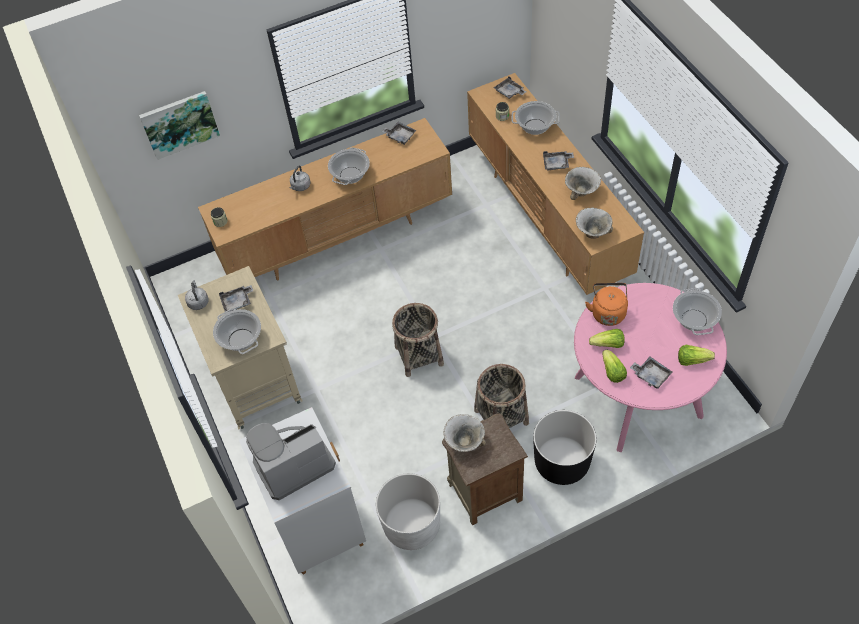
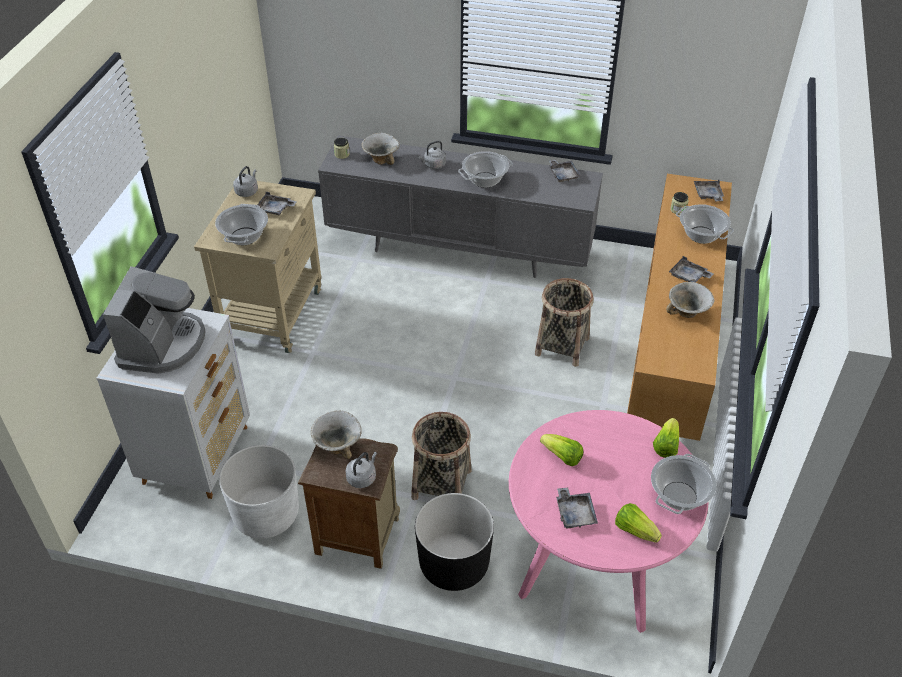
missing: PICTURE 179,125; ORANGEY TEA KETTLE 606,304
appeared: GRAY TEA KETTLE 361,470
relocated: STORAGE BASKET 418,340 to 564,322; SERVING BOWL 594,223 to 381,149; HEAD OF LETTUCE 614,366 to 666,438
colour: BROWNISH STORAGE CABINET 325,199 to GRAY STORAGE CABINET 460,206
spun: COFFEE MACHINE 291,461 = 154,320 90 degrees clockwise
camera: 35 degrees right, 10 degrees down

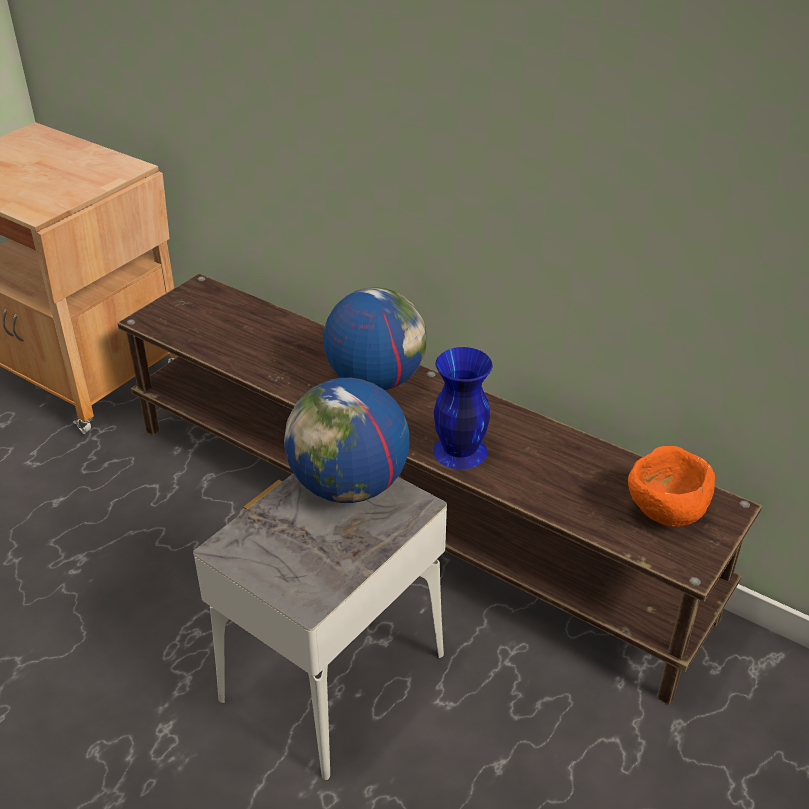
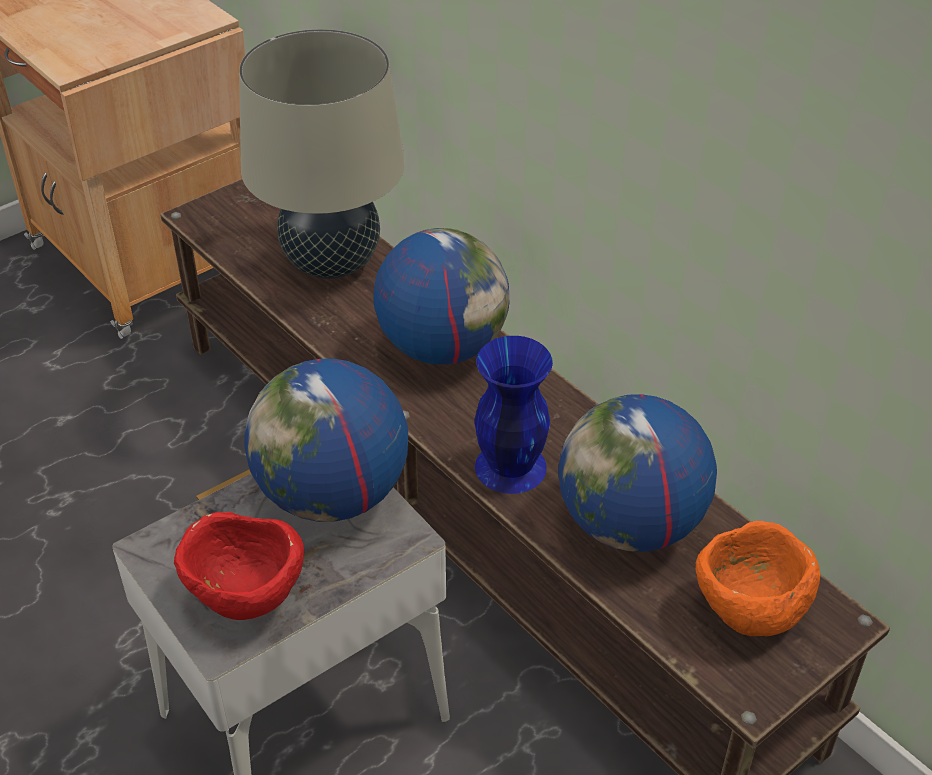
appeared: REDDISH SERVING BOWL 239,566; BEIGE-COLOURED TABLETOP LAMP 322,154; WORLD GLOBE 637,473
camera: 15 degrees right, 5 degrees up

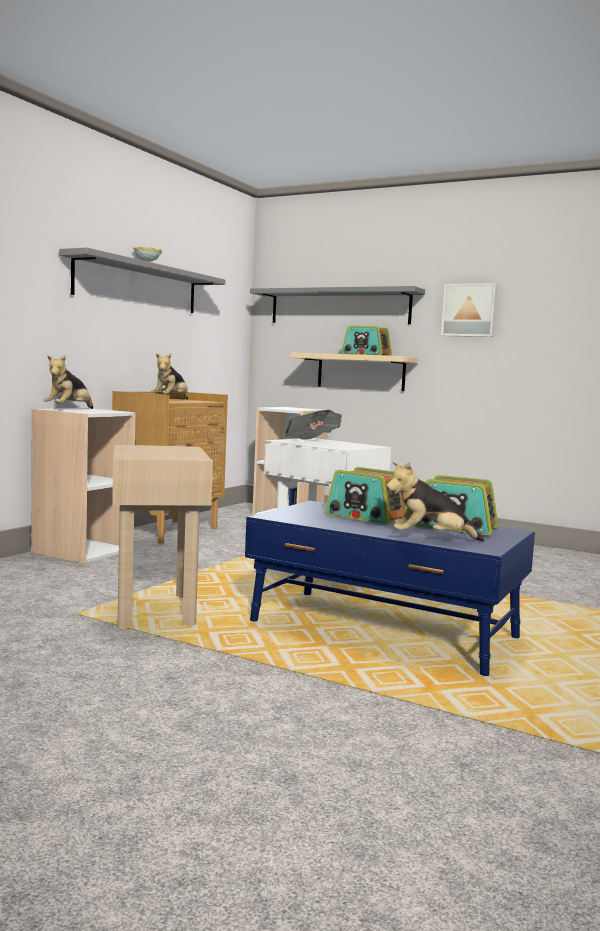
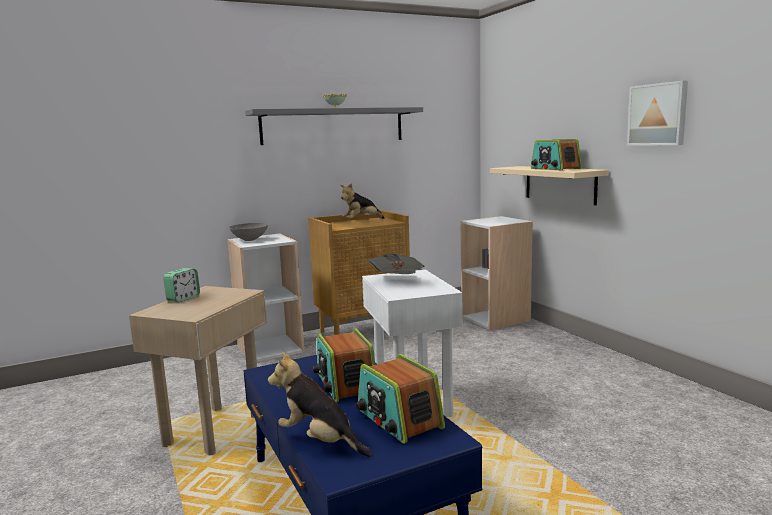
missing: GRAY BRACKET SHELF 337,305
appeared: TABLE CLOCK 181,285
exchanged: SOFT TOY 68,382 to GRAY SERVING BOWL 248,232
camera: 35 degrees right, 5 degrees up

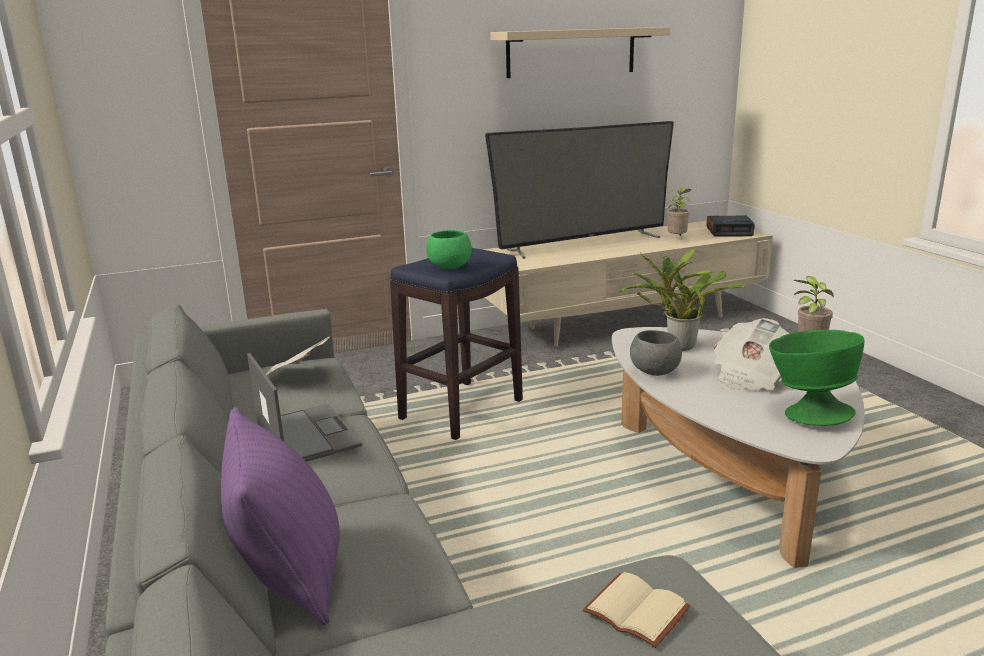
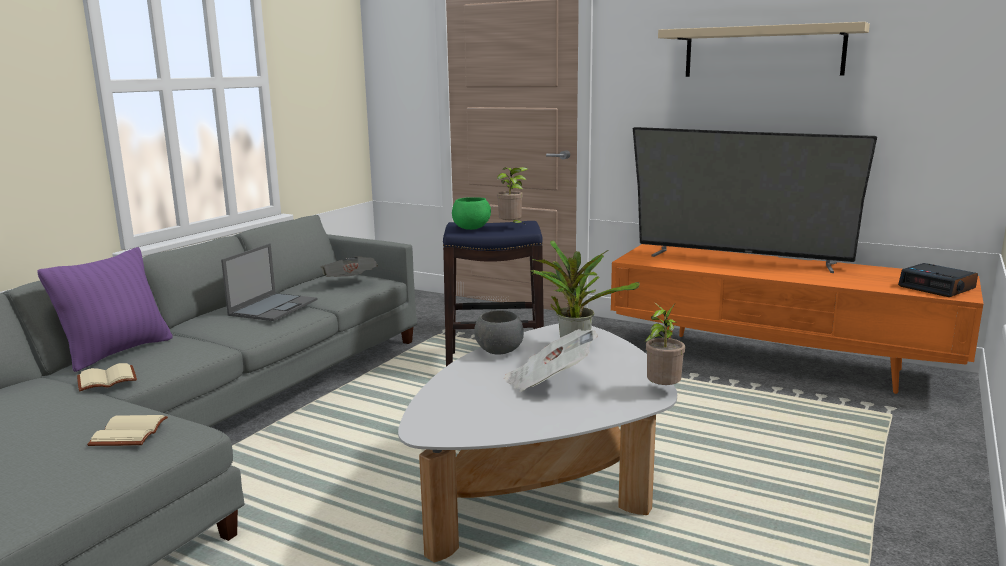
missing: GREEN-COLOURED SERVING BOWL 816,378
appeared: BEIGE-COLOURED VOLUME 107,377
relocated: HOUSEPLANT 679,211 to 512,195
colour: BEIGE-COLOURED MEDIA CONSOLE 628,284 to ORANGEY MEDIA CONSOLE 797,319
camera: 50 degrees right, 5 degrees down

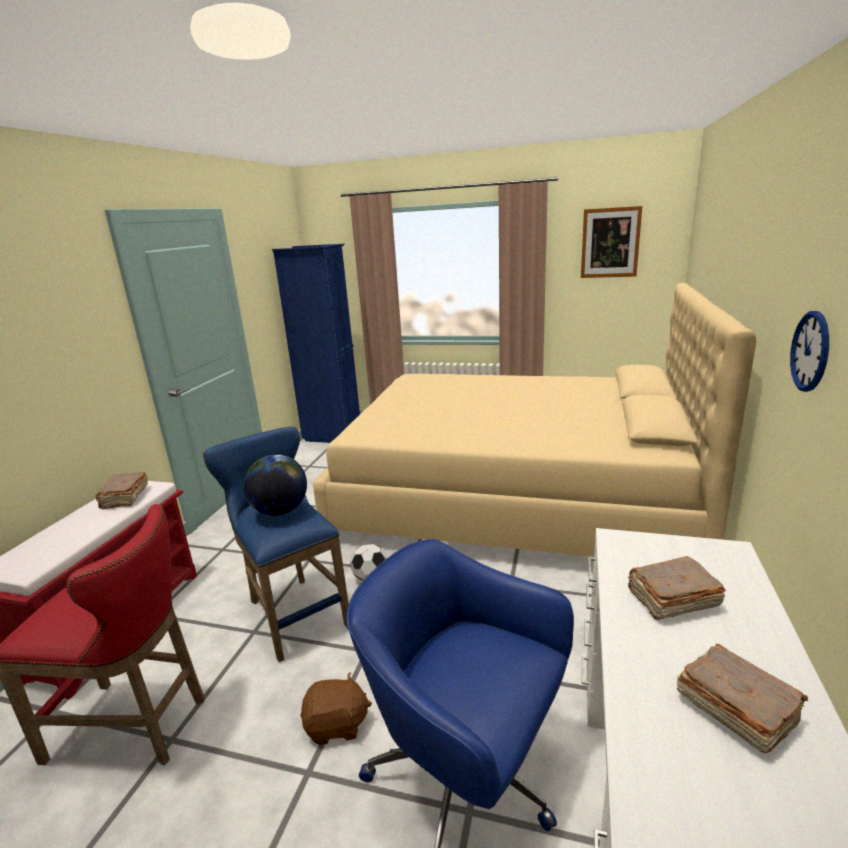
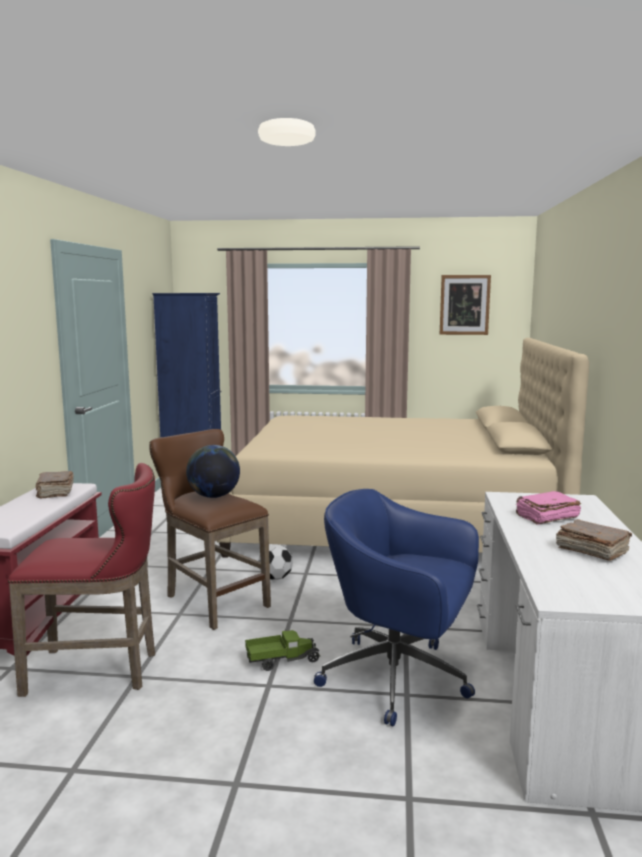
missing: CLOCK ON THE WALL 809,351
exchanged: BROWNISH SOFT TOY 336,708 to TOY TRUCK 282,650
colour: BLUE-COLOURED STOOL SEAT 276,544 to BROWNISH STOOL SEAT 210,529; BROWNISH VOLUME 677,588 to PINK VOLUME 548,508
camera: 10 degrees left, 10 degrees down

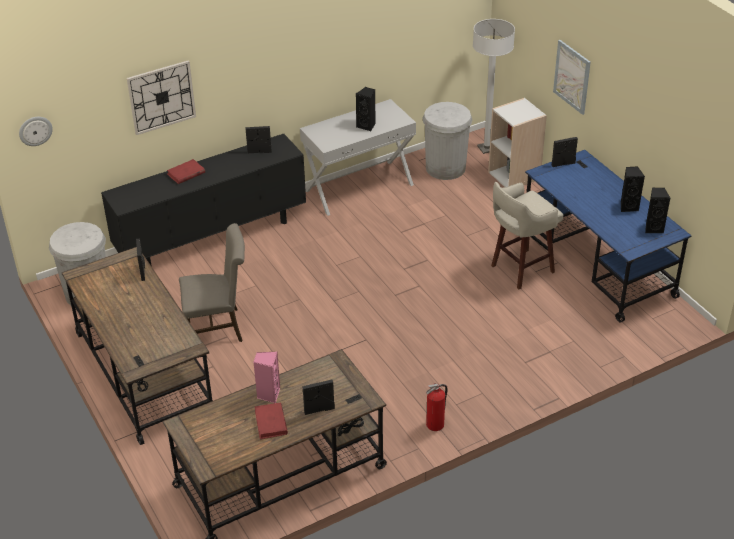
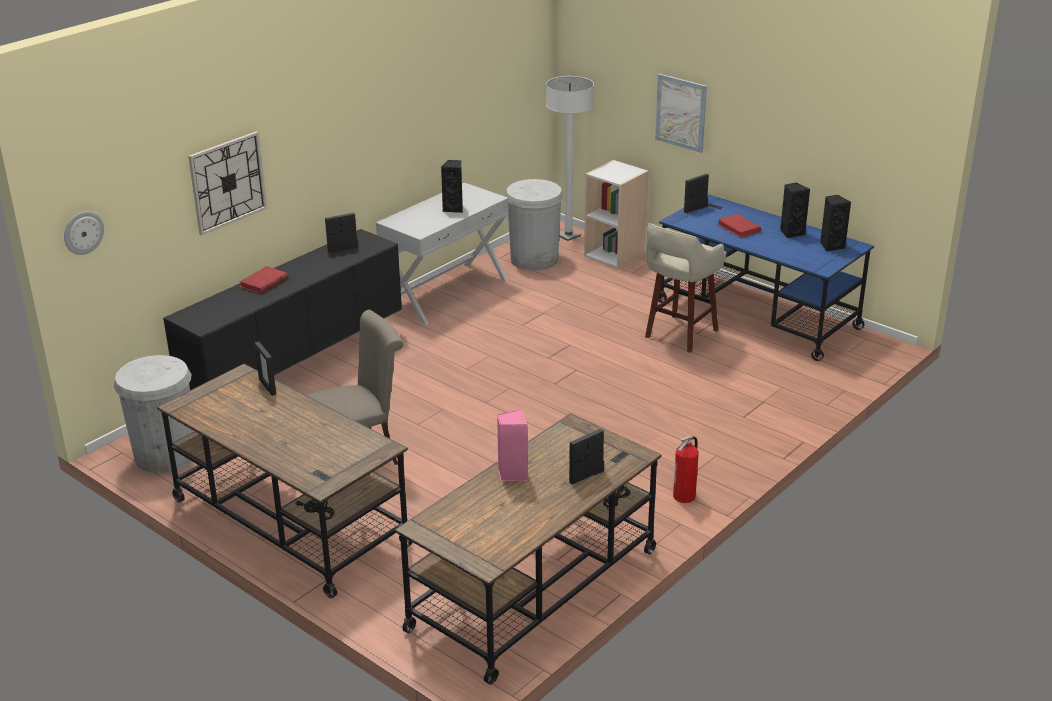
relocated: REDDISH VOLUME 271,421 to 739,226
camera: 20 degrees left, 10 degrees down

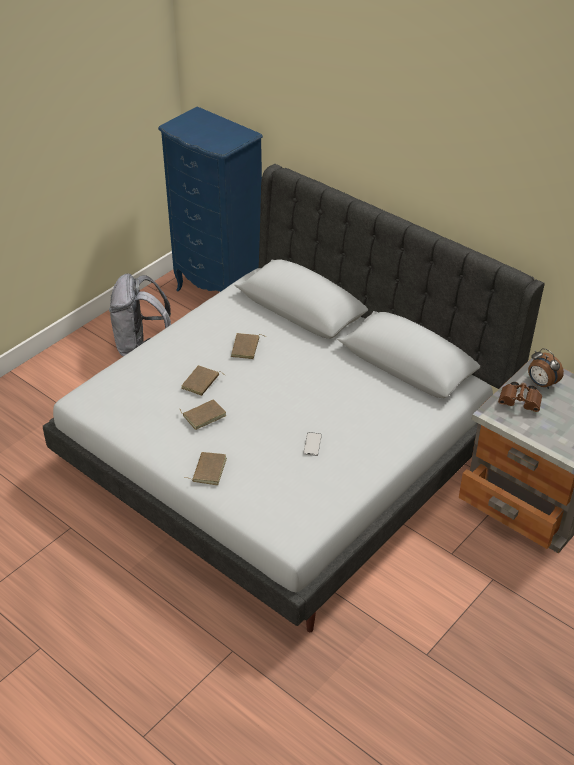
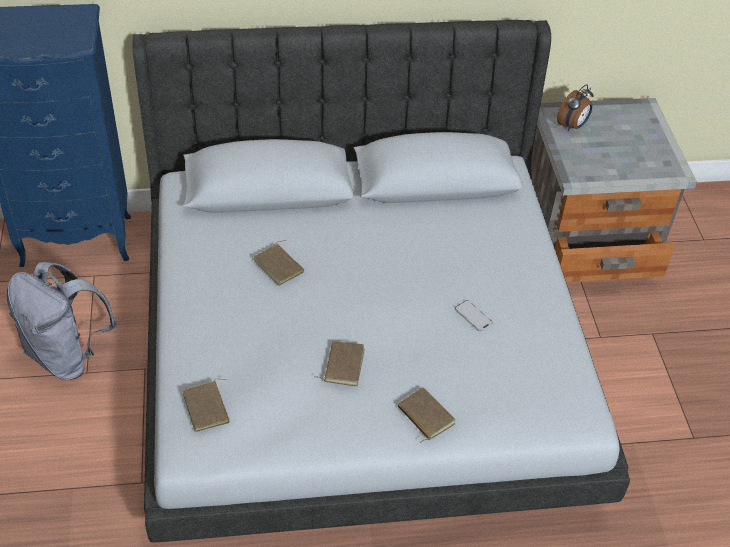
missing: BROWNISH PAIR OF BINOCULARS 520,397
relocated: BROWNISH VOLUME 204,380 to 206,405
spun: TABLE CLOCK 546,368 = 575,108 45 degrees counterclockwise
camera: 50 degrees left, 5 degrees up

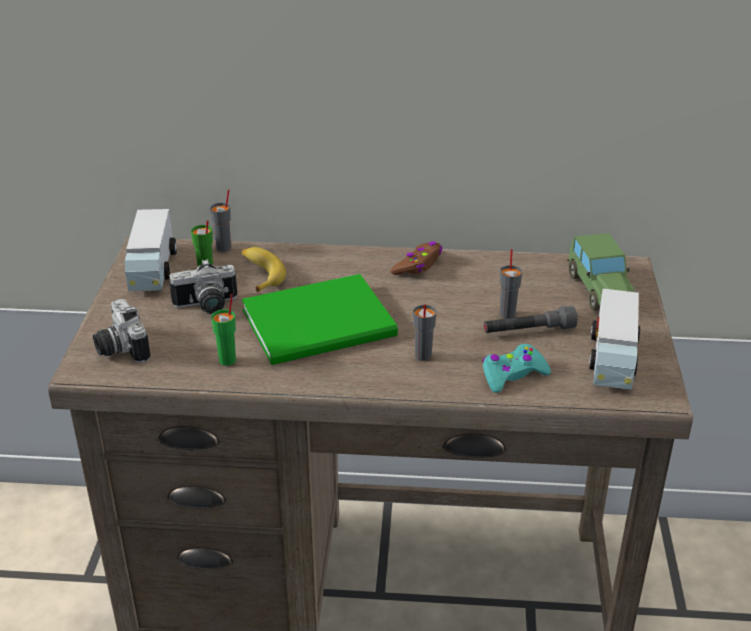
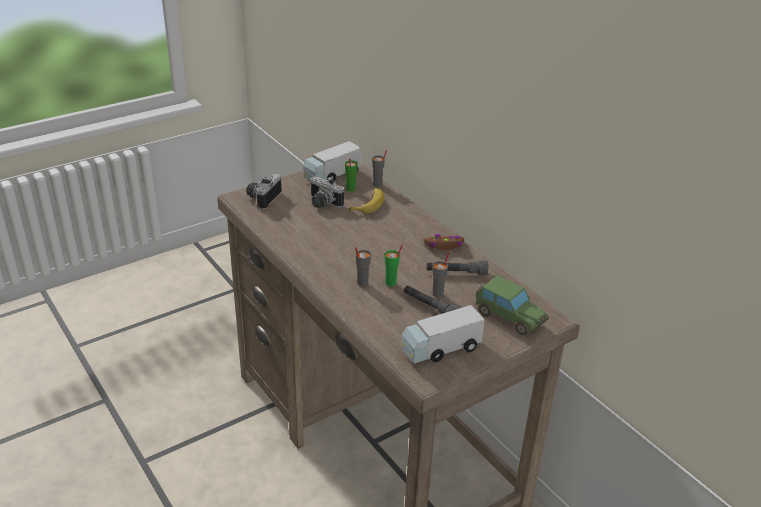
missing: GREEN-COLOURED VOLUME 320,319; BLUE-GREEN JOYPAD 516,368
appeared: GRAY FLASHLIGHT 457,267
relocated: GREEN-COLOURED CUP 223,330 to 394,265
spun: MINIATURE CAR 601,272 = 512,305 90 degrees counterclockwise
camera: 50 degrees right, 0 degrees up

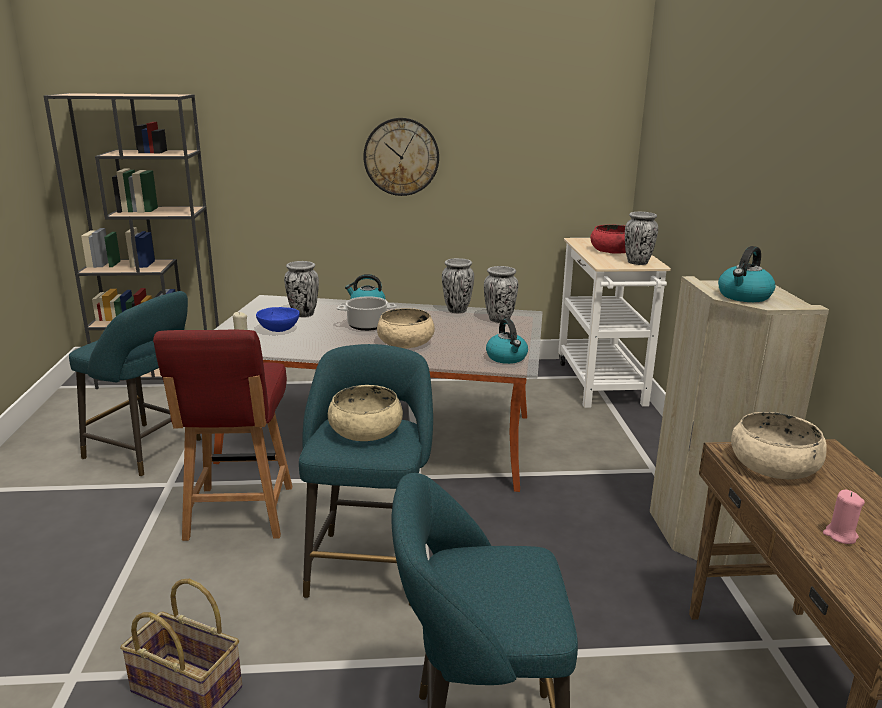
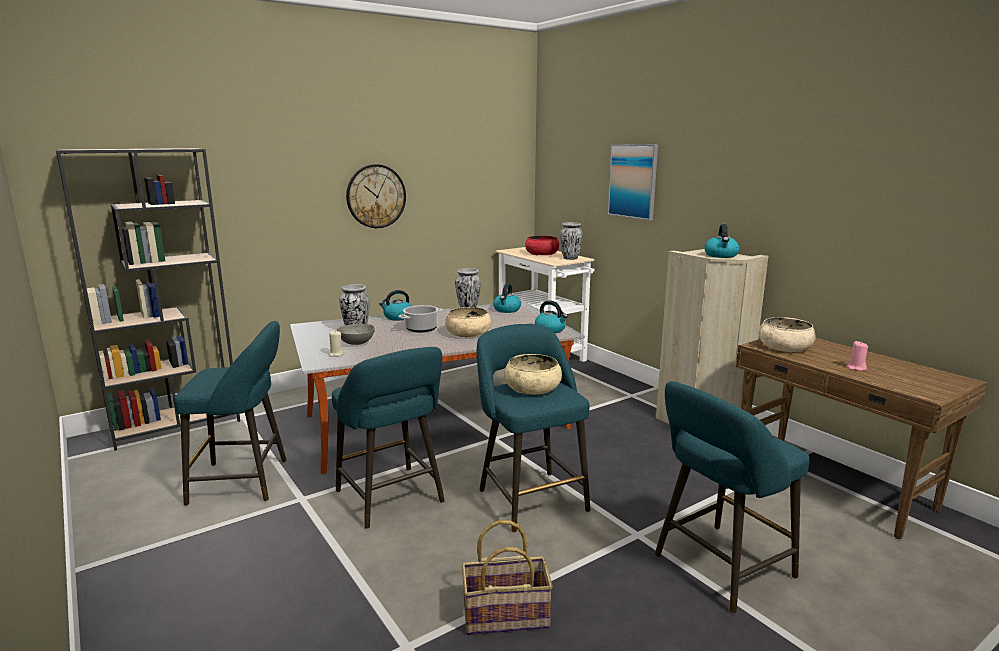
appeared: PICTURE 633,182
exchanged: REDDISH PLAIN CHAIR 222,435 to BLUE-GREEN STOOL SEAT 388,438; DECORATIVE VASE 501,294 to TEA KETTLE 507,298
colour: BLUE-COLOURED SERVING BOWL 278,319 to GRAY SERVING BOWL 356,334
camera: 30 degrees left, 5 degrees down

